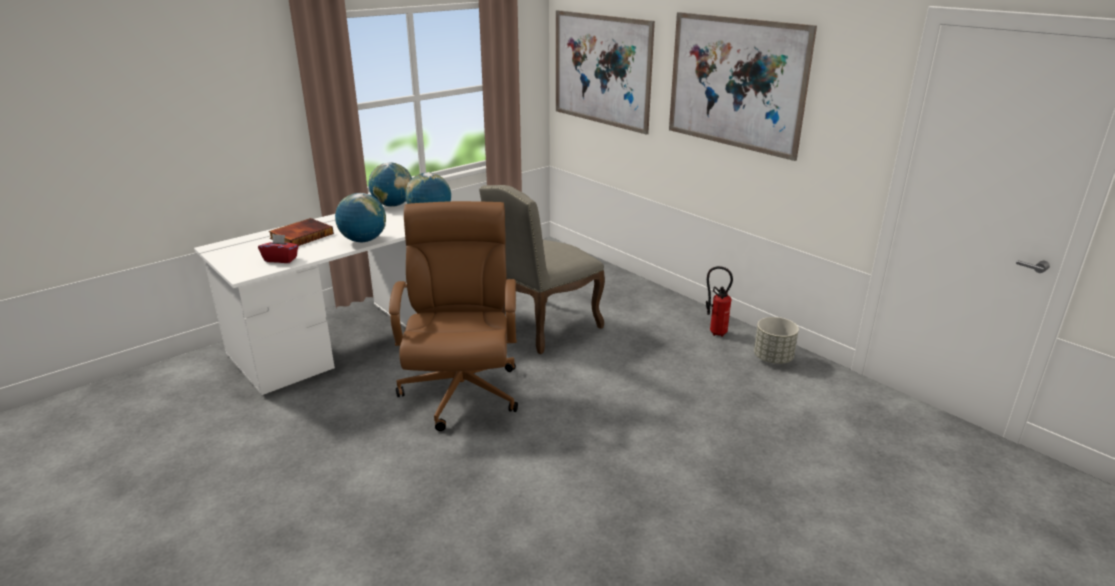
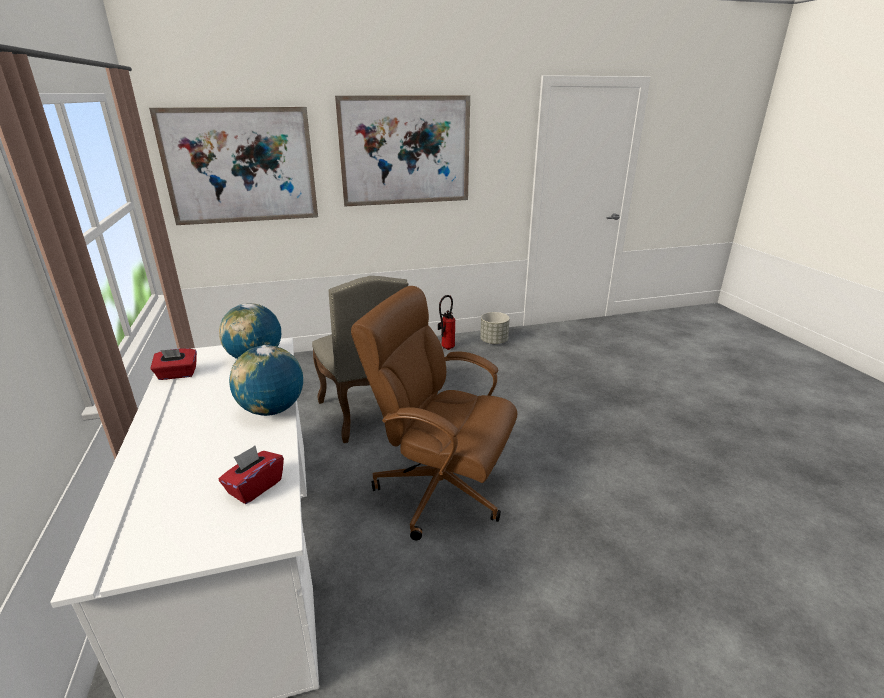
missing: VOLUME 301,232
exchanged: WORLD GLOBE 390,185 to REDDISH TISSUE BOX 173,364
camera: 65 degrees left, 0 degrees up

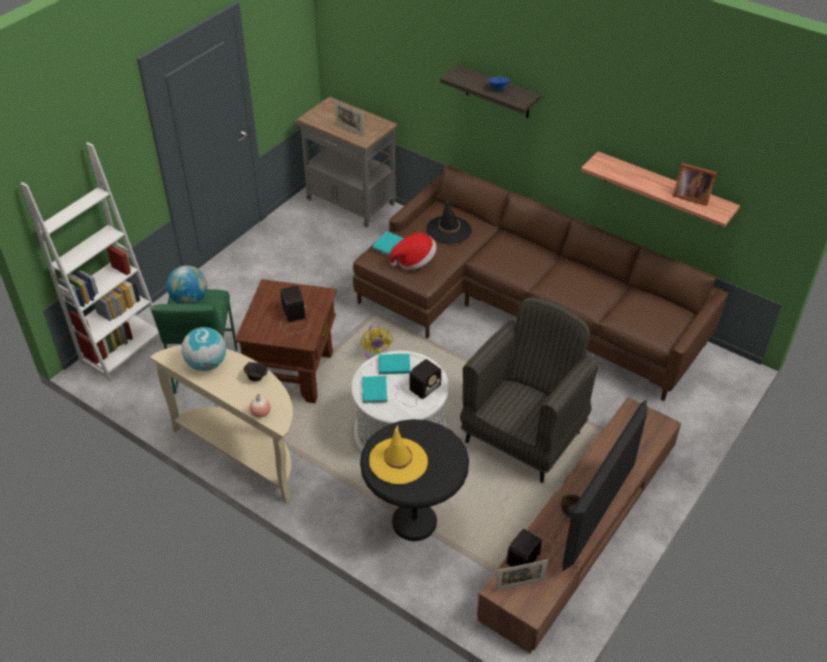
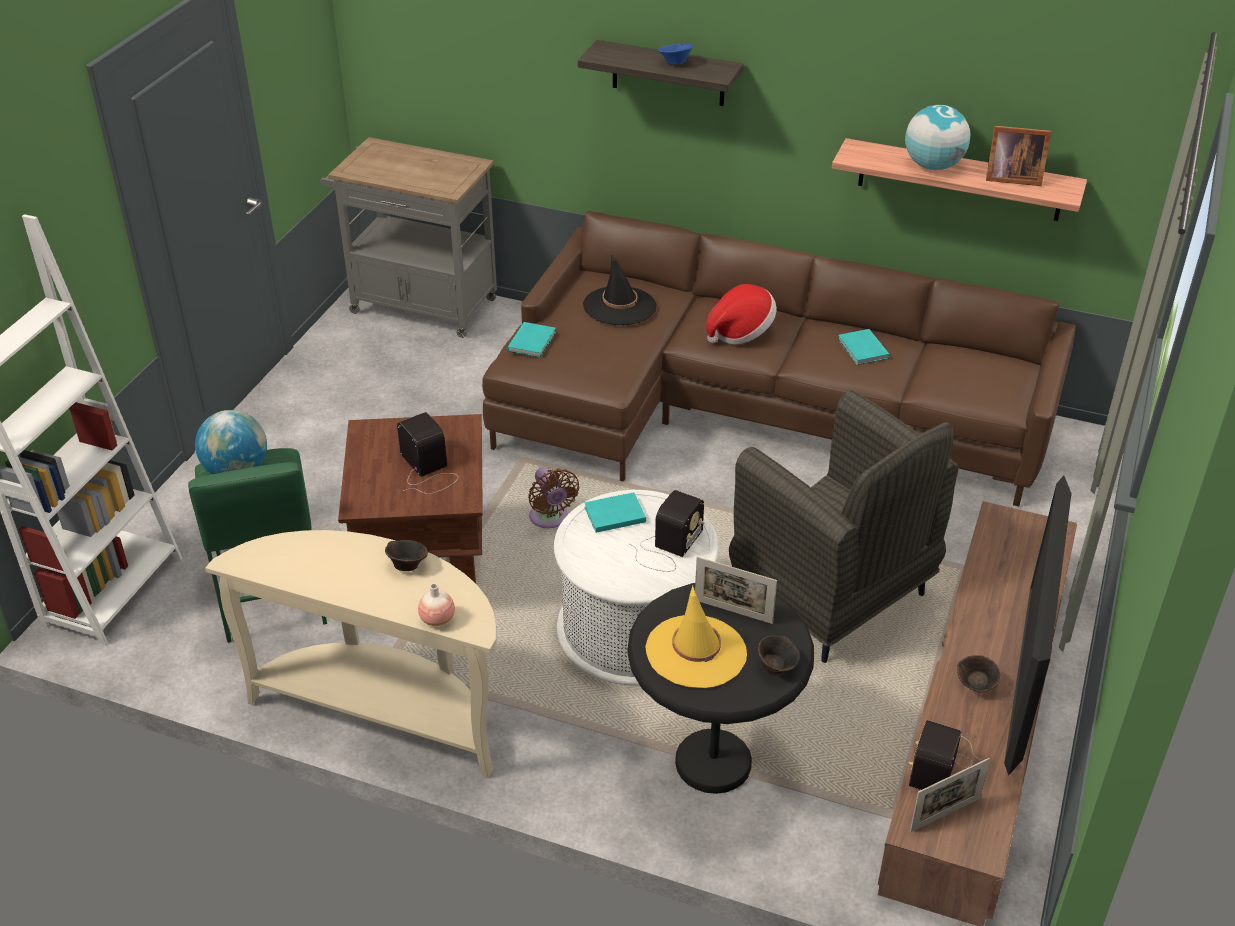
appeared: BROWNISH SERVING BOWL 779,655
relocated: WORLD GLOBE 204,349 to 937,137; STANDING FRAME 349,118 to 736,590; BLUE-GREEN VOLUME 374,389 to 863,347; HAT 413,251 to 741,314
colour: YELLOW-COLOURED COOLING FAN 376,341 to BROWNISH COOLING FAN 553,497
spun: GRAY LOUNGE CHAIR 529,390 = 844,526 120 degrees clockwise
camera: 15 degrees left, 5 degrees down

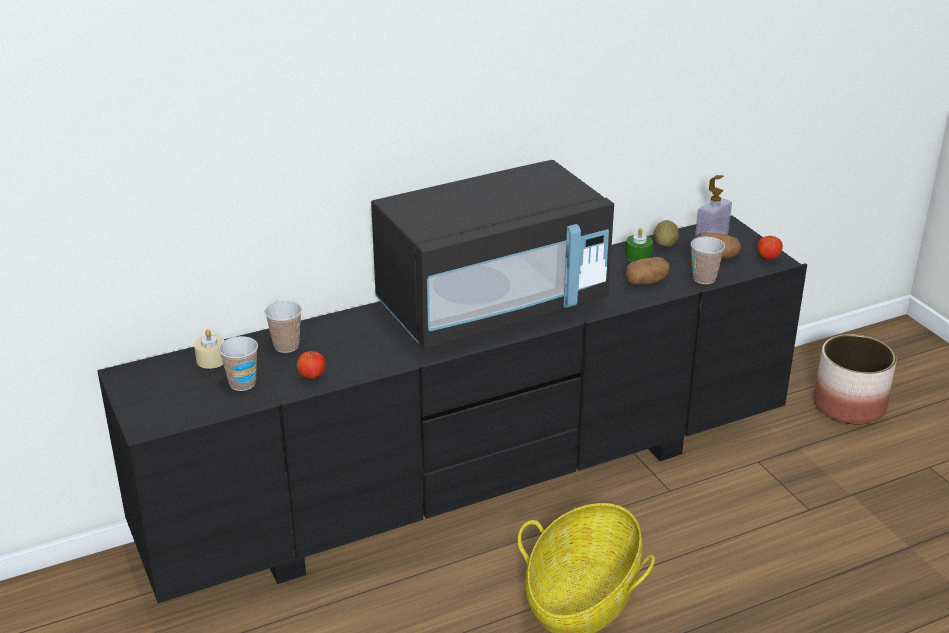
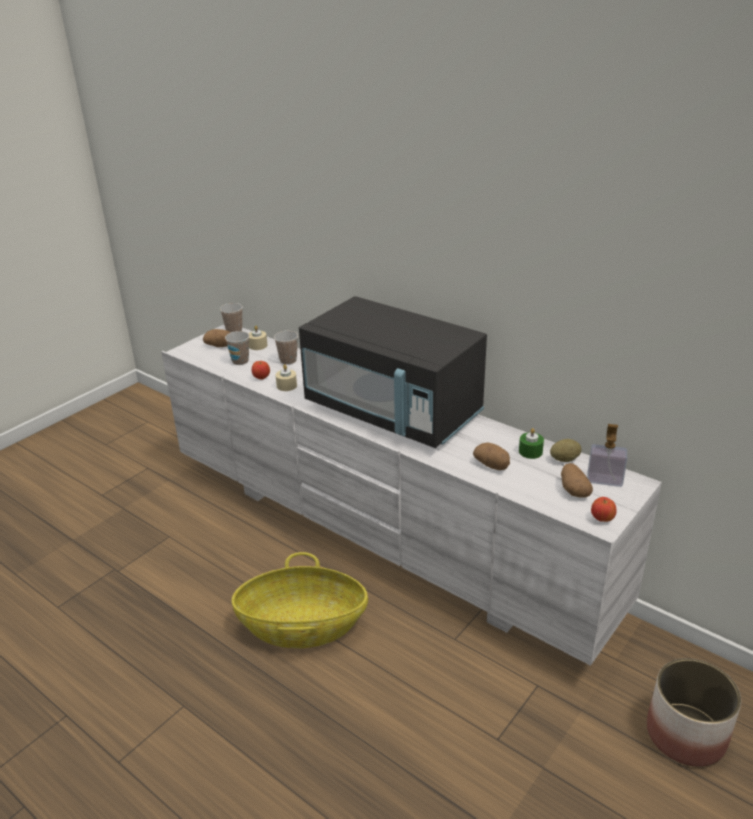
appeared: SPUD 217,338; BEIGE-COLOURED WAX CANDLE 286,377
relocated: CUP 708,260 to 231,317
colour: BLACKISH STORAGE CABINET 452,409 to WHITE-COLOURED STORAGE CABINET 411,495
camera: 65 degrees right, 0 degrees up

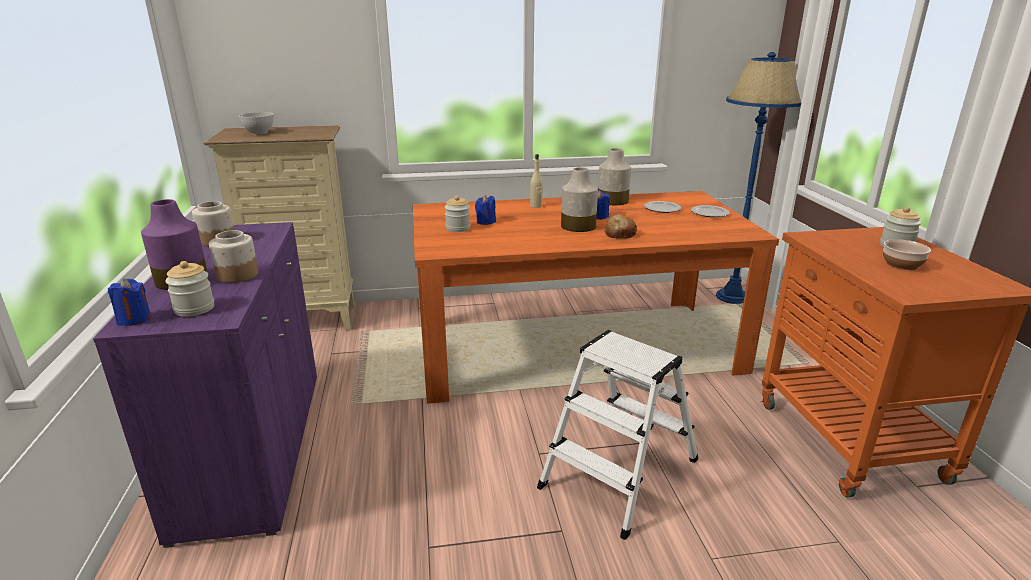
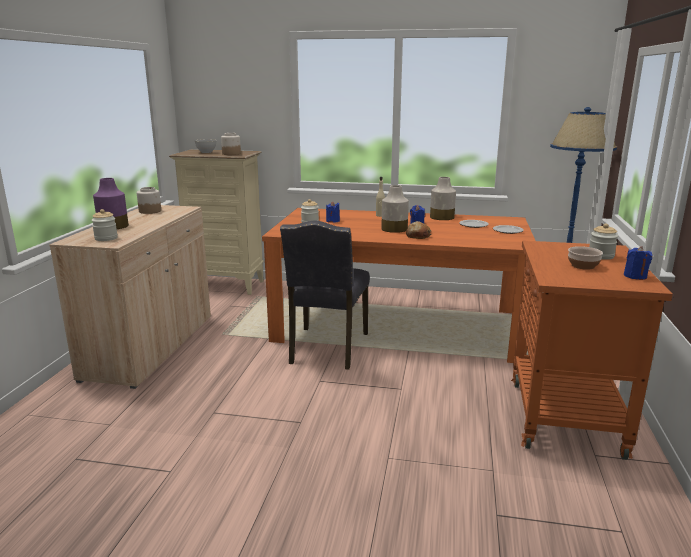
missing: WHITE-COLOURED STEP LADDER 617,435
appeared: GRAY PLAIN CHAIR 325,295
relocated: BLUE-COLOURED WAX CANDLE 129,302 to 638,263; PRESERVE JAR 233,256 to 231,144
colour: PURPLISH STORAGE CABINET 205,385 to BEIGE-COLOURED STORAGE CABINET 130,297
camera: 20 degrees right, 5 degrees down

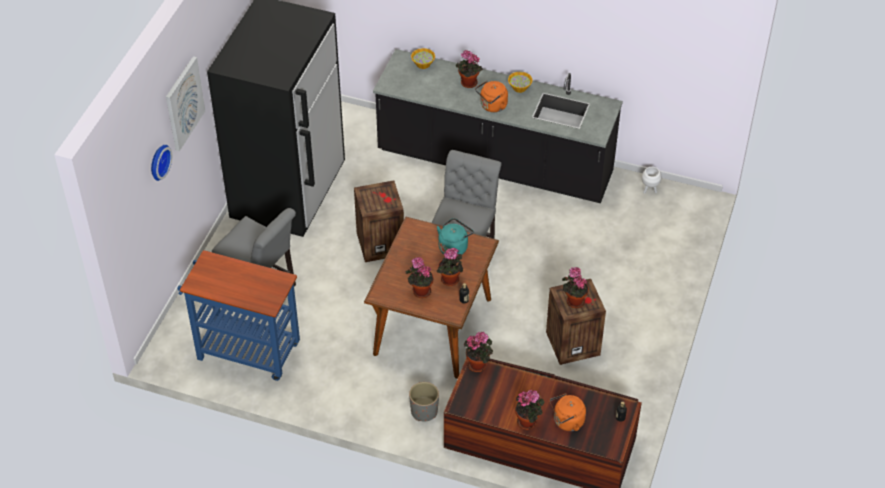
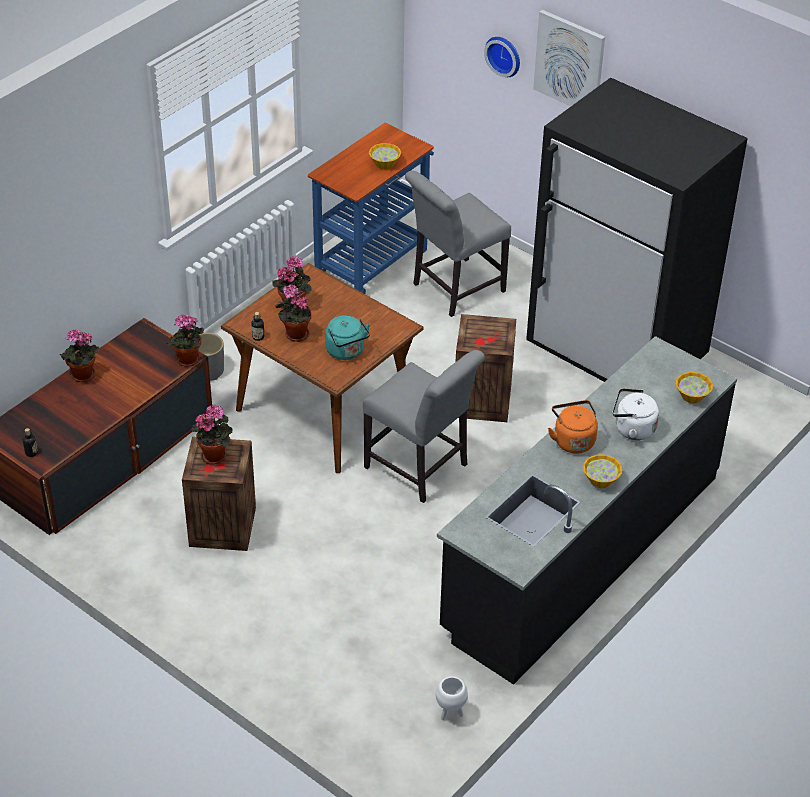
missing: ORANGEY TEA KETTLE 568,412
appeared: SERVING BOWL 385,156
exchanged: HOUSEPLANT 469,69 to WHITE-COLOURED TEA KETTLE 636,414
camera: 110 degrees right, 5 degrees down

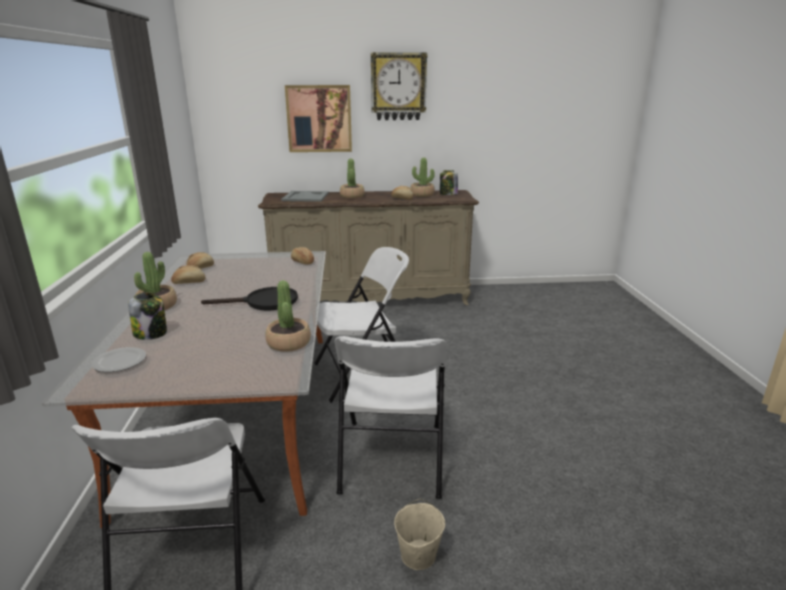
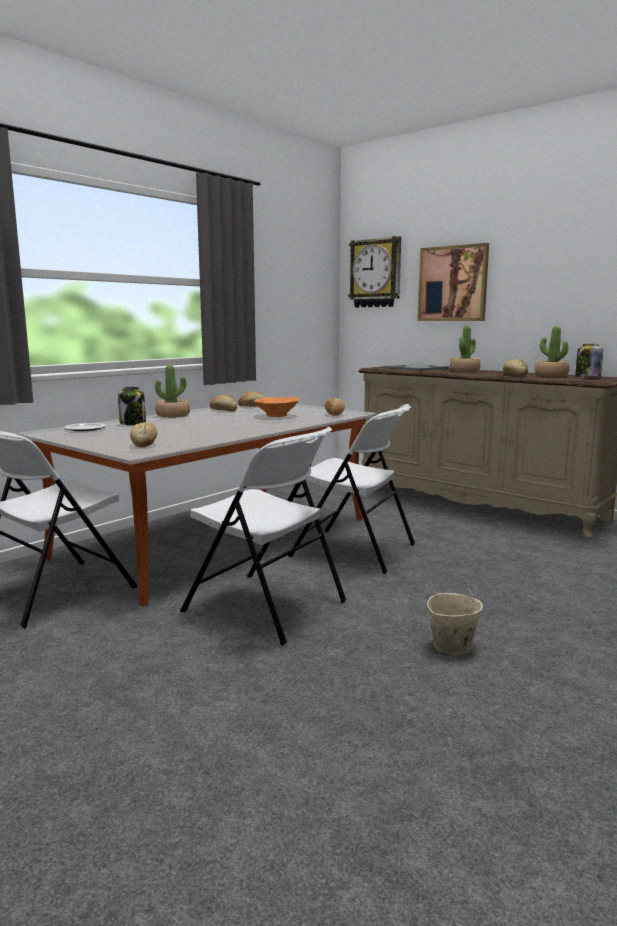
missing: BLACKISH FRYING PAN 249,298; HOUSEPLANT 288,316
appeared: BREAD 144,435; ORANGEY SERVING BOWL 277,407
relocated: CLOCK ON THE WALL 399,86 to 374,271; BEIGE-COLOURED PAIL 419,534 to 455,614
spun: WHITE-COLOURED PLAIN CHAIR 391,417 = 263,536 105 degrees counterclockwise
camera: 45 degrees right, 10 degrees down

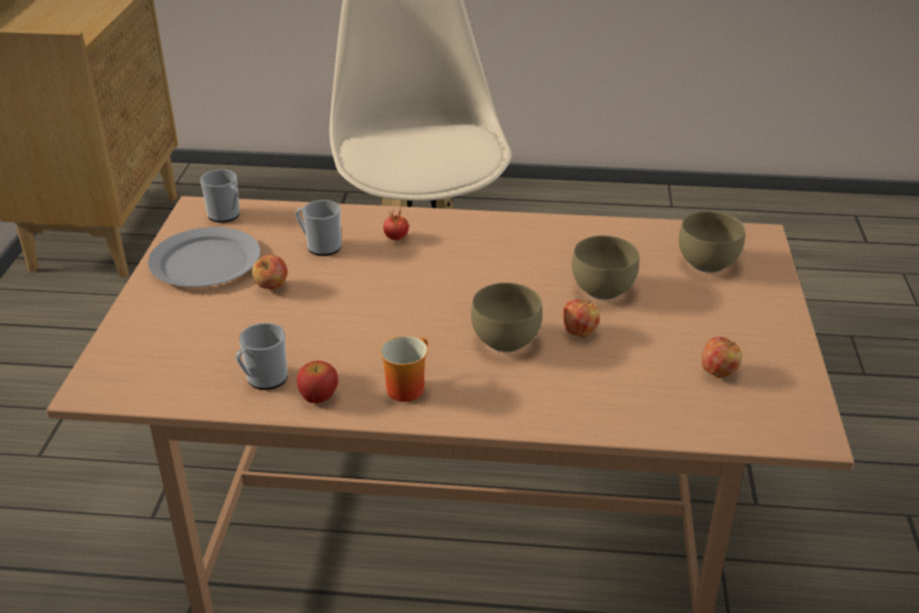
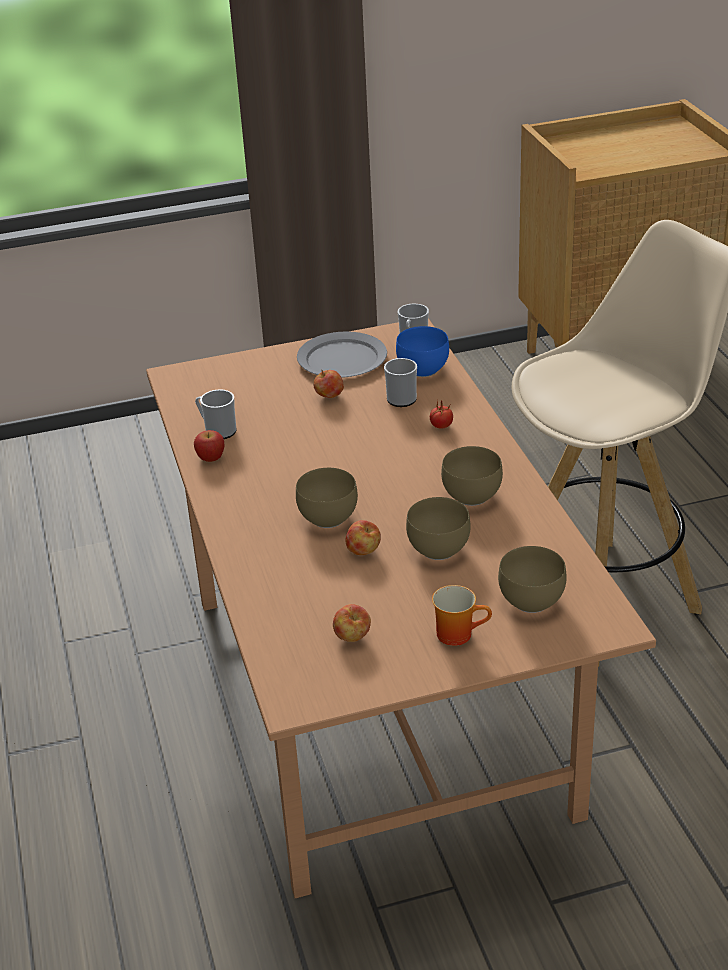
appeared: BLUE-COLOURED SERVING BOWL 422,351; BROWNISH SERVING BOWL 472,476
relocated: MUG 404,369 to 462,615
camera: 70 degrees right, 0 degrees up

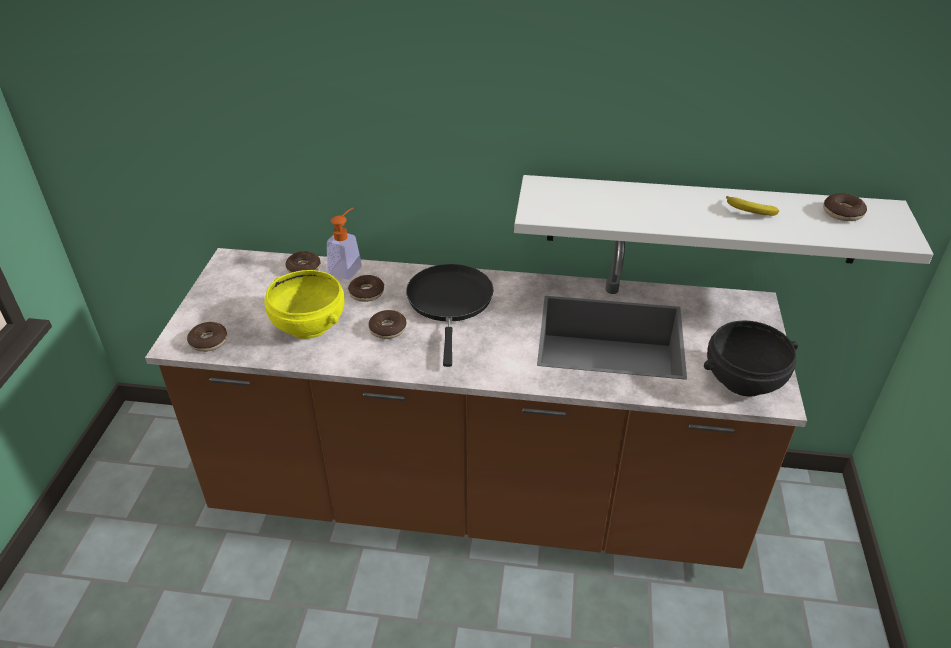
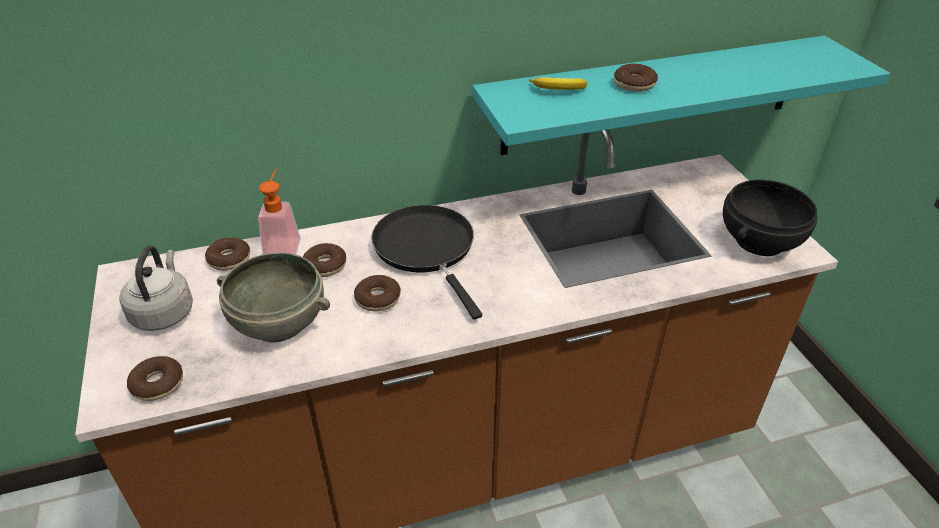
appeared: GRAY TEA KETTLE 156,288
relocated: BANANA FRUIT 752,206 to 558,83; RING DOUGHNUT 845,207 to 636,78
colour: YELLOW-COLOURED SERVING BOWL 304,304 to GRAY SERVING BOWL 273,297; WHITE-COLOURED BRACKET SHELF 723,219 to BLUE-GREEN BRACKET SHELF 681,95
camera: 25 degrees left, 0 degrees up

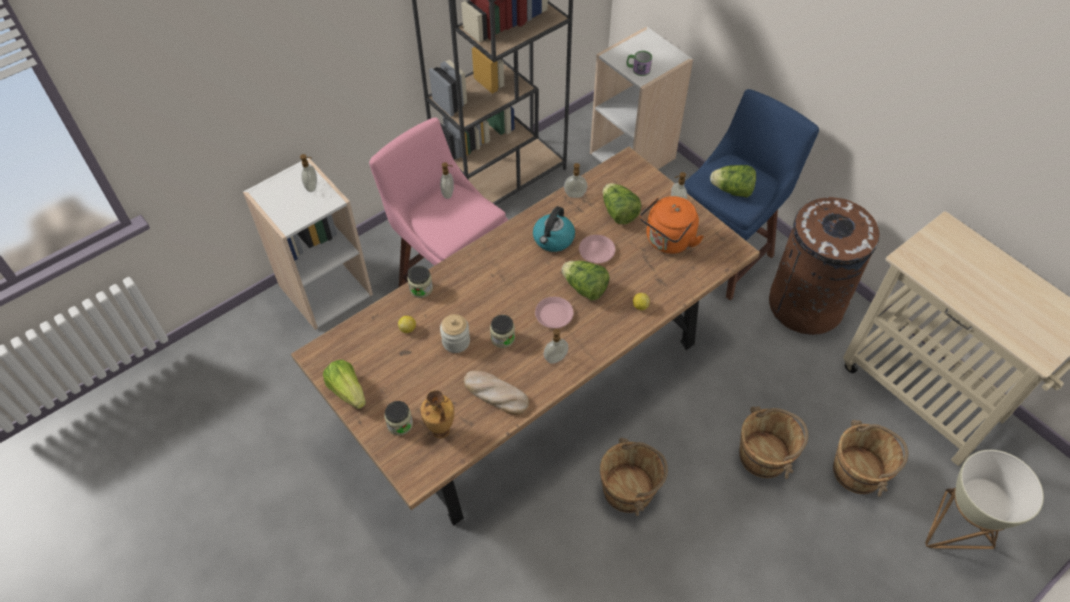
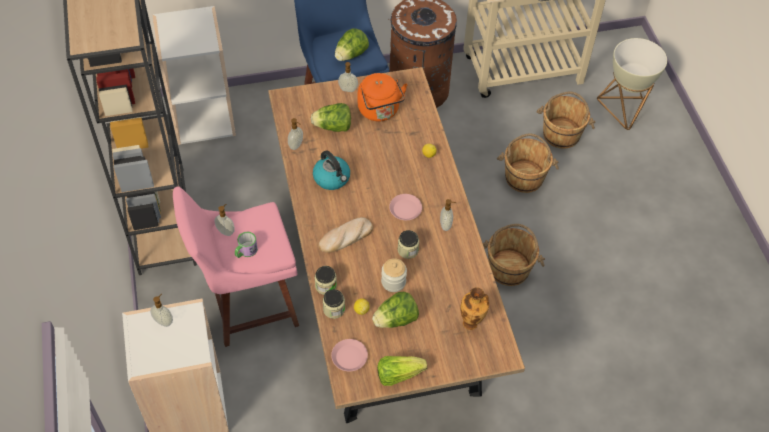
relocated: PRESERVE JAR 398,418 to 334,304; BREAD 496,392 to 345,235; HEAD OF LETTUCE 586,281 to 395,310; PINK FLAT DISH 597,249 to 349,355; MUG 639,63 to 246,245
camera: 65 degrees left, 0 degrees up

